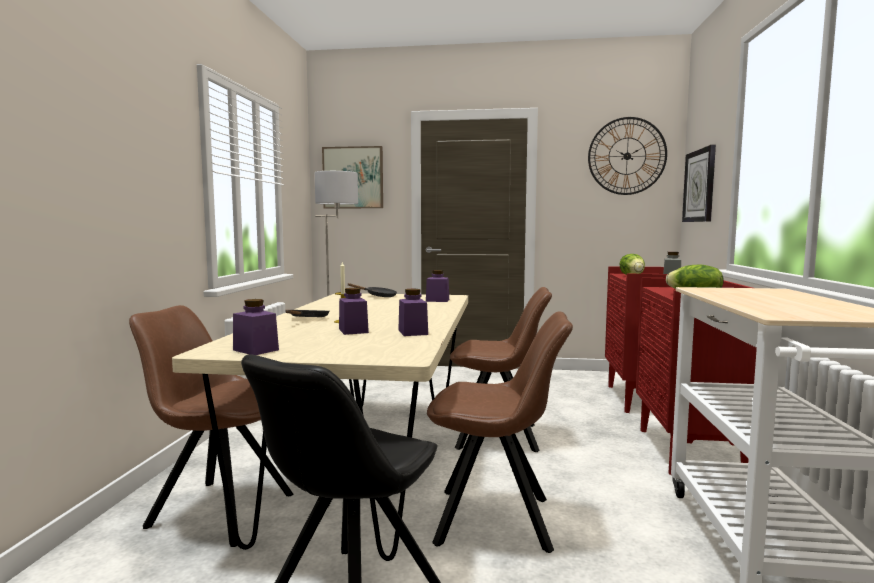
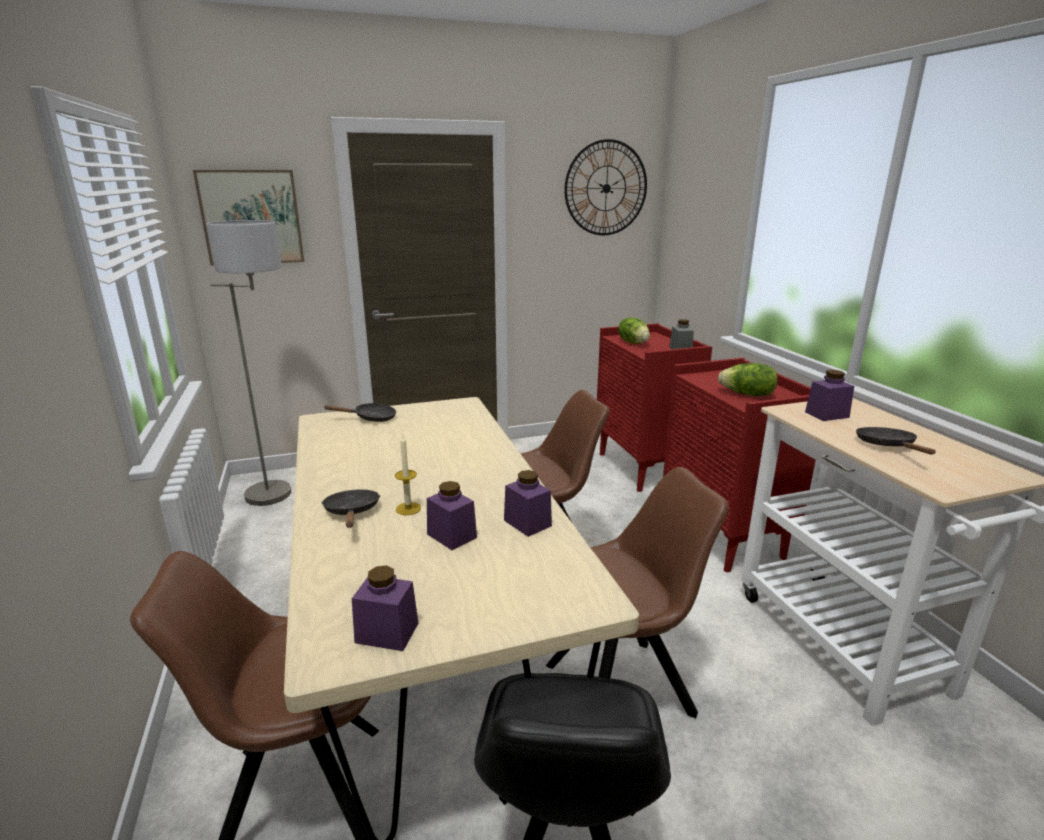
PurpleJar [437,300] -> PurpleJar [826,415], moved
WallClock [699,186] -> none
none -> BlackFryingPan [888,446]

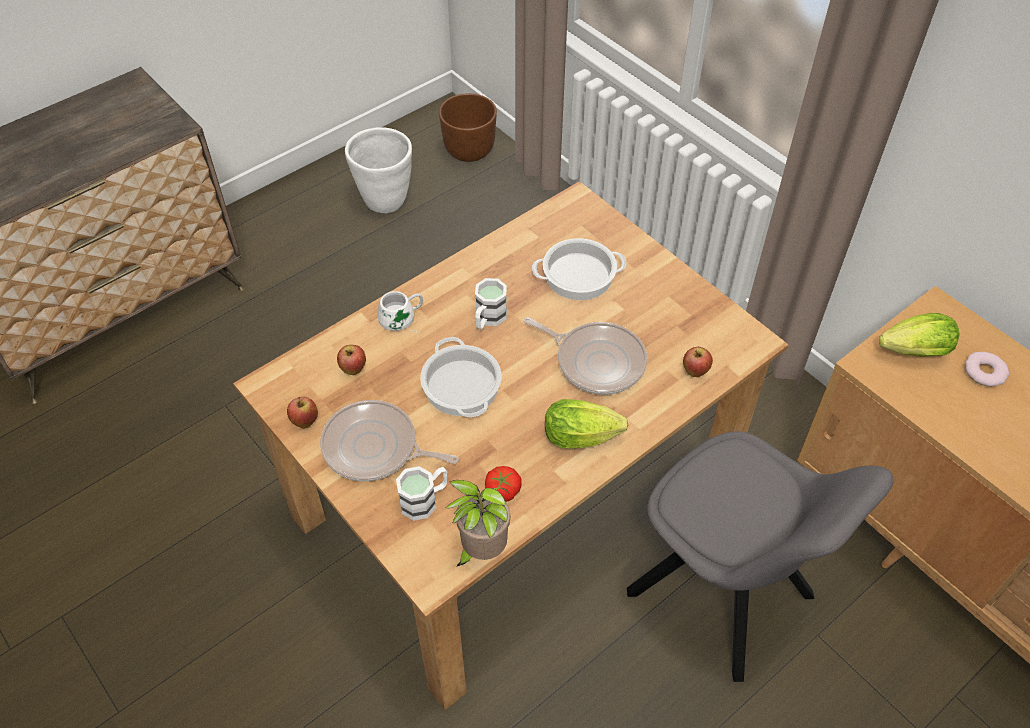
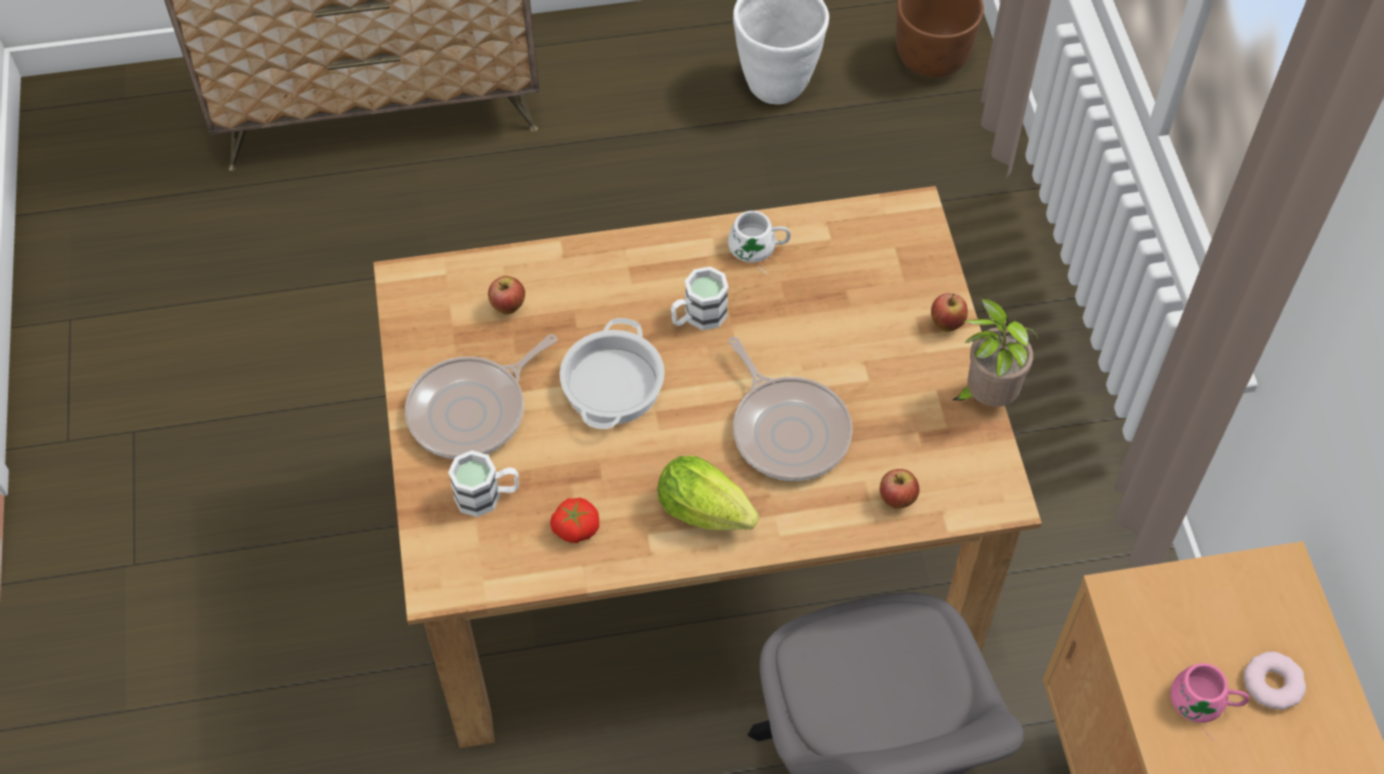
Apple [305,422] -> Apple [946,324], moved
FryingPan [375,448] -> FryingPan [473,410], 90 degrees counterclockwise
WhiteMug [402,319] -> WhiteMug [758,250], moved
PottedPlant [481,550] -> PottedPlant [986,397], moved
CookingPot [579,275] -> none
Lettuce [910,352] -> none
none -> PinkMug [1204,706]

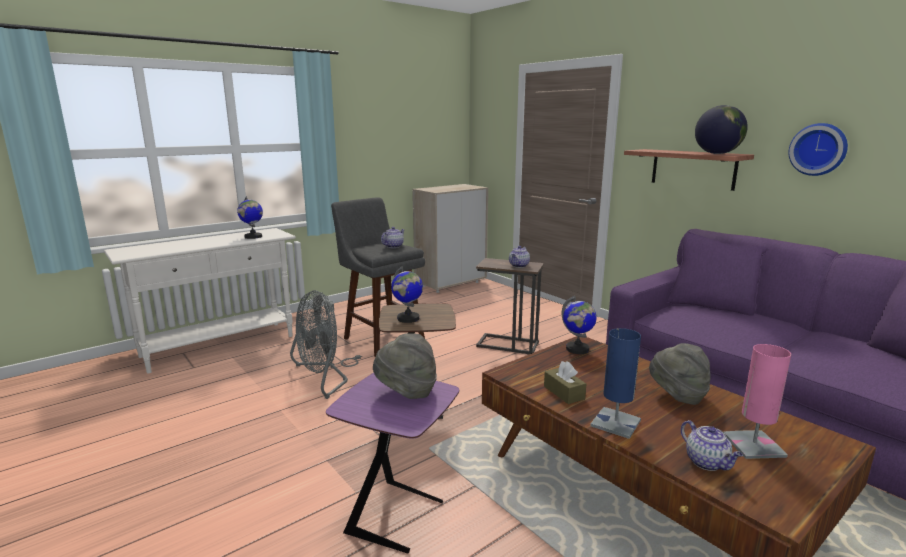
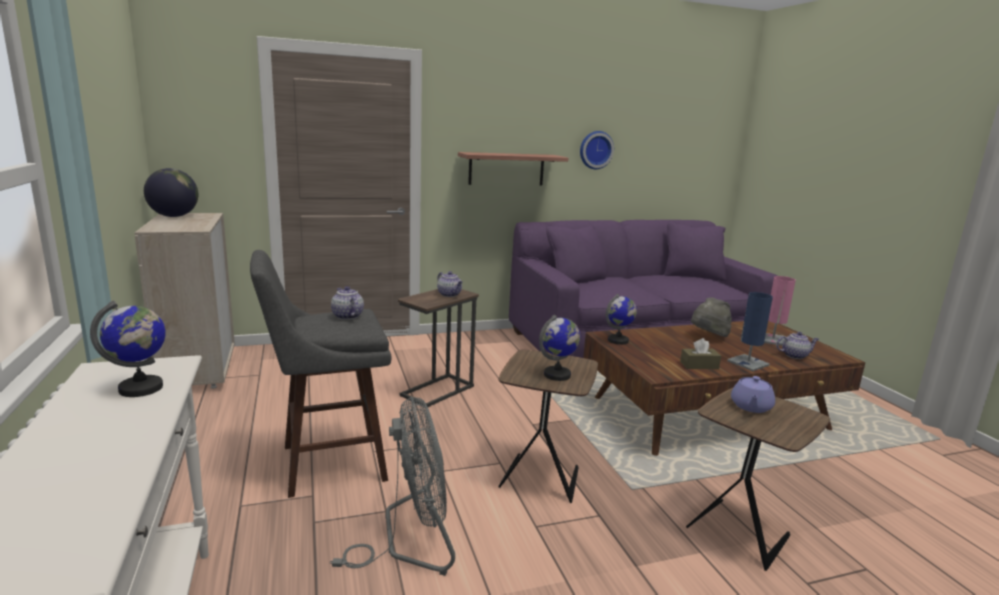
GreyFan [326,375] -> GreyFan [408,534], 90 degrees counterclockwise
PurpleSideTable [399,516] -> BrownSideTable [739,531]
GreyHat [406,392] -> PurpleTeapot [751,407]
Globe [717,153] -> Globe [174,216], moved

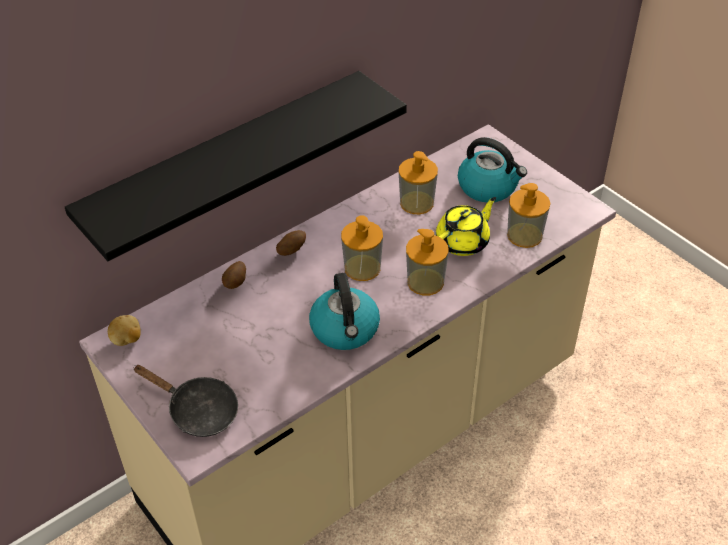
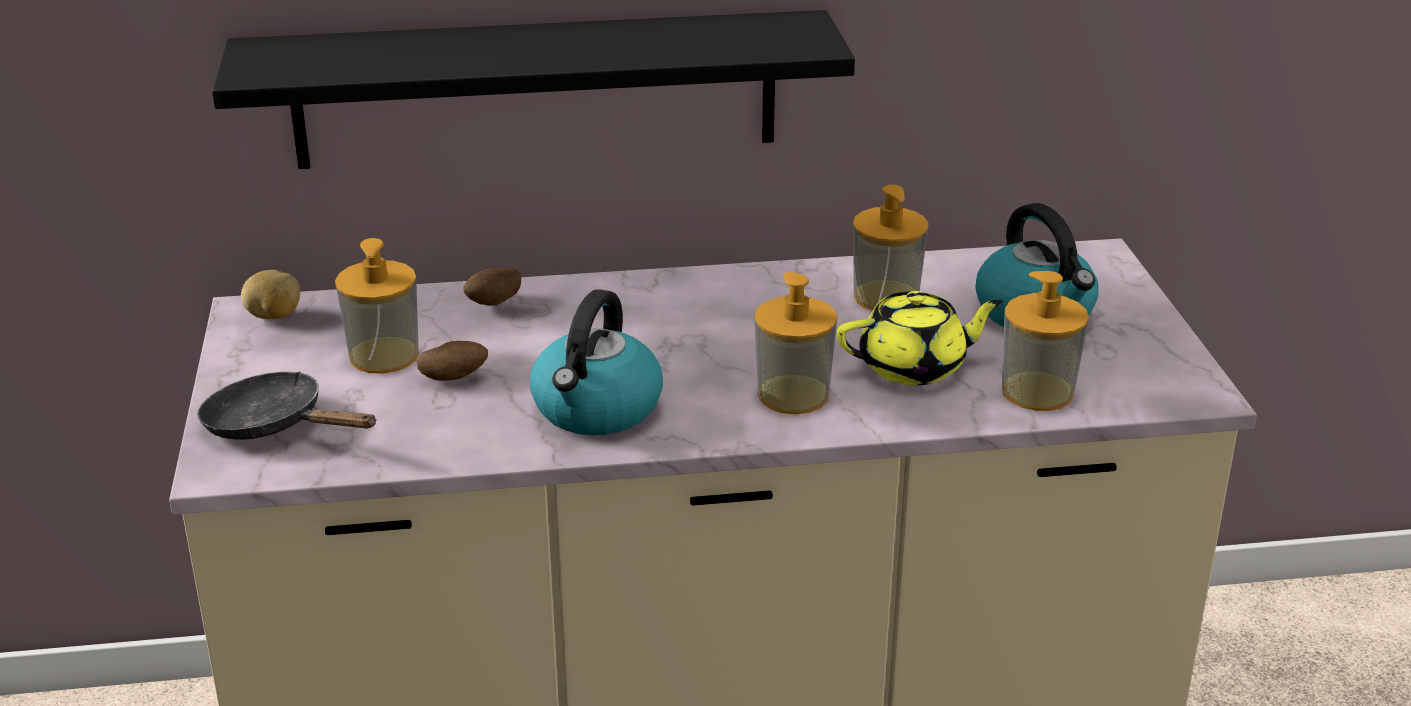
BlackFryingPan [197,411] -> BlackFryingPan [274,425], 150 degrees clockwise
Potato [291,250] -> Potato [454,378], moved
SoapDispenser [362,268] -> SoapDispenser [384,355], moved

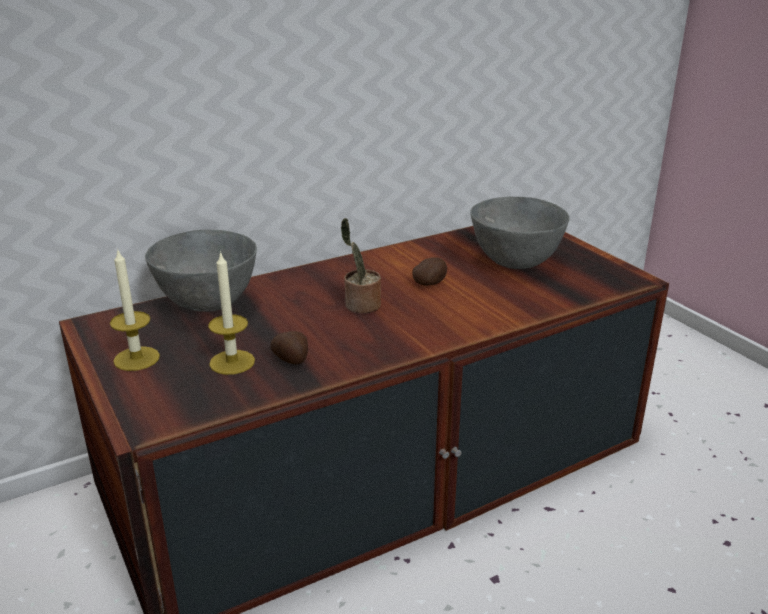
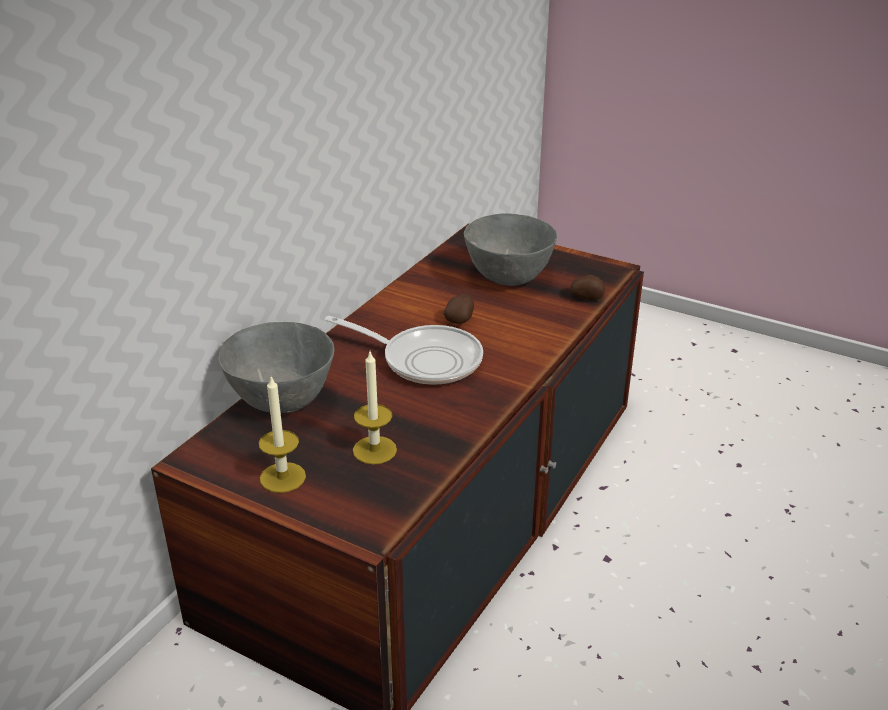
Potato [292,360] -> Potato [587,298], moved
PottedPlant [360,305] -> FryingPan [424,360]

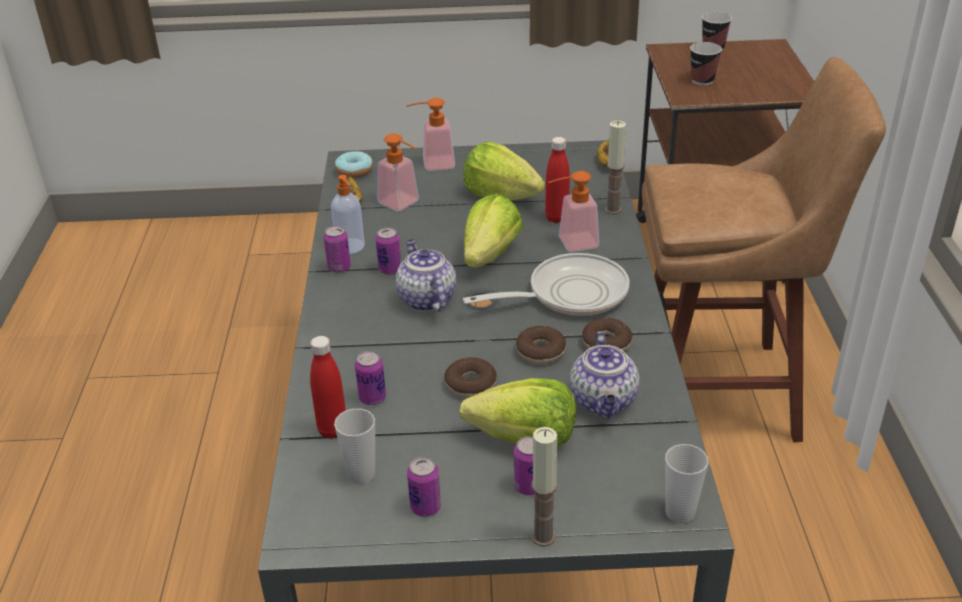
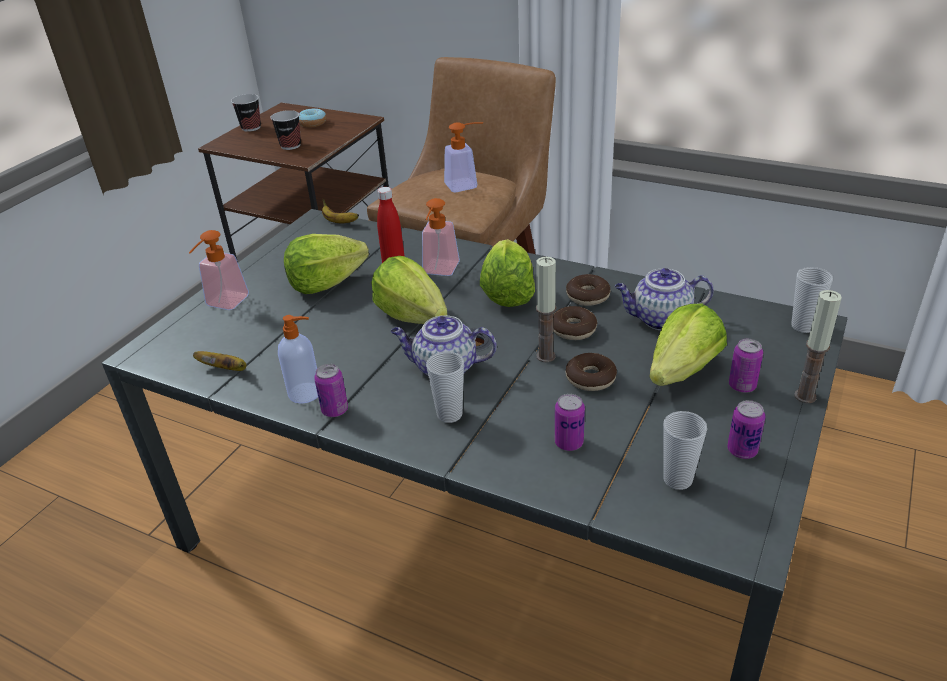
RedBottle [332,430] -> none
Donut [354,171] -> Donut [312,123], moved
Can [390,269] -> none
SoapDispenser [403,204] -> SoapDispenser [466,185], moved
FryingPan [569,294] -> Lettuce [508,293]
Teapot [604,402] -> Teapot [659,319], 150 degrees clockwise
Candle [612,209] -> Candle [545,356], moved
none -> Cup [449,414]

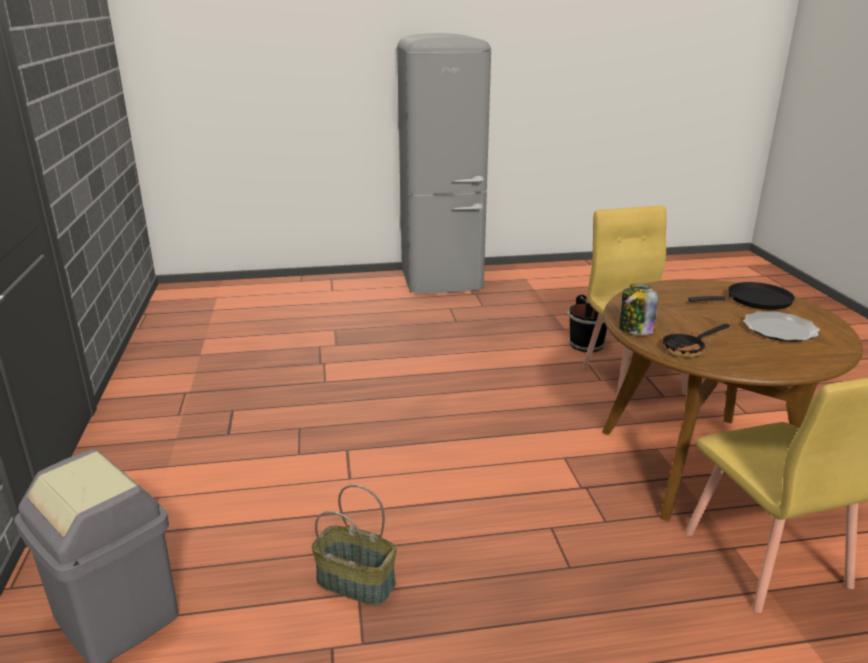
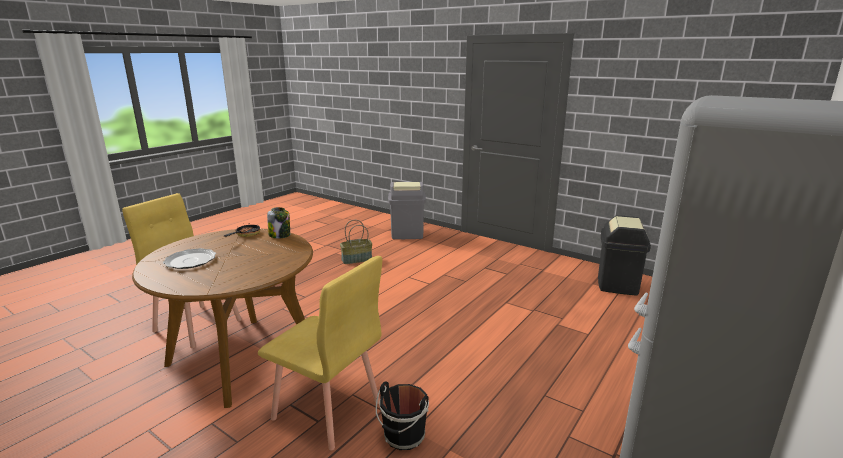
BlackFryingPan [755,300] -> none
none -> BlackTrashCan [618,285]

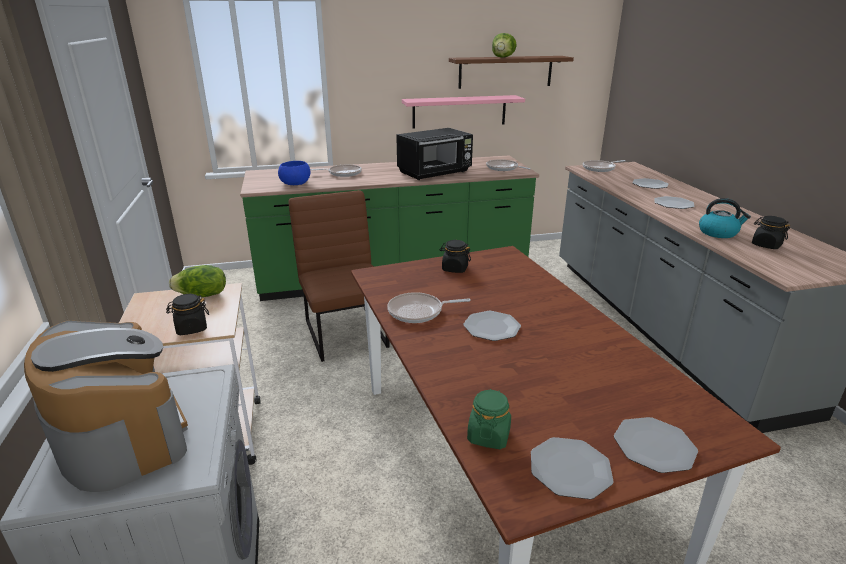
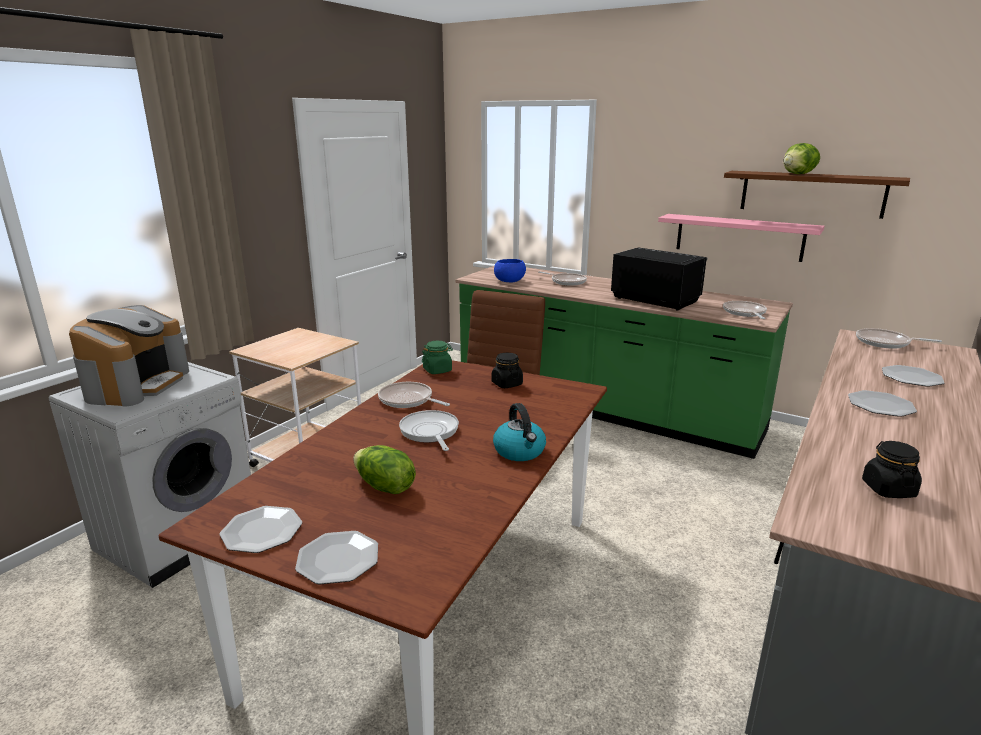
BlackJar [191,328] -> none
Lettuce [202,295] -> Lettuce [384,487], moved
BlackMicrowave [435,173] -> BlackMicrowave [654,300], 150 degrees counterclockwise
Plate [491,327] -> FryingPan [430,432]
GreenJar [488,435] -> GreenJar [437,370], moved
Kettle [718,233] -> Kettle [520,451], moved

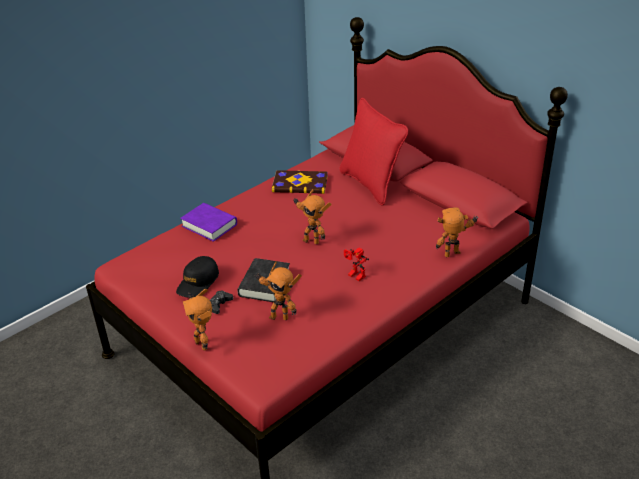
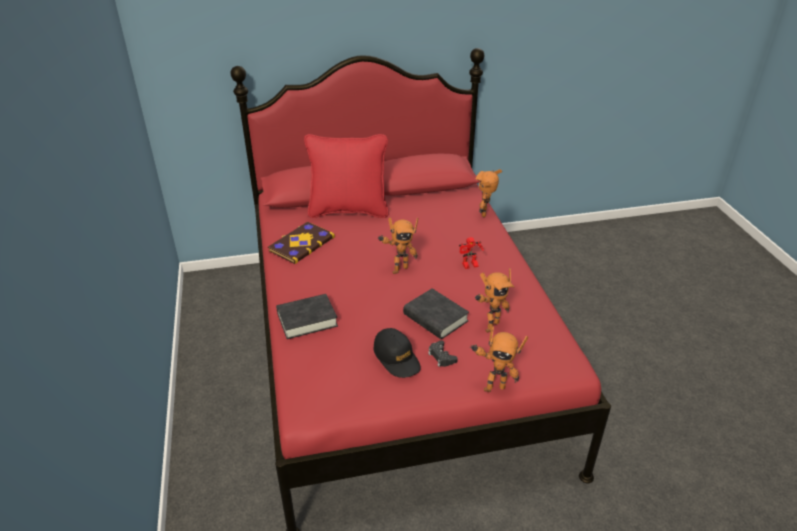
PurpleBook [209,225] -> BlackBook [307,320]

